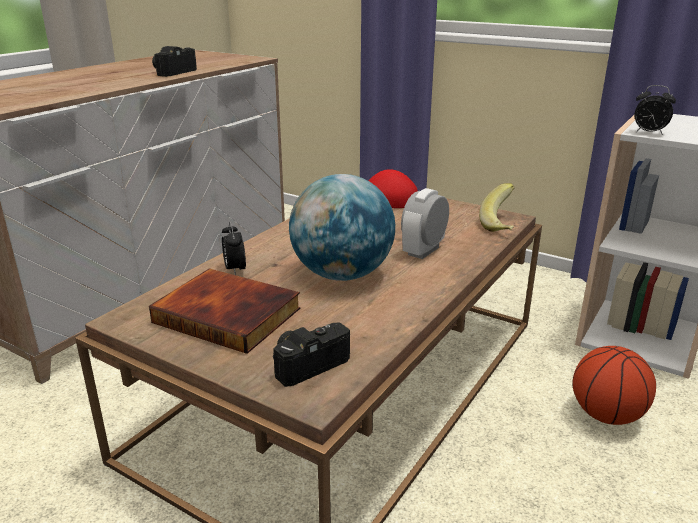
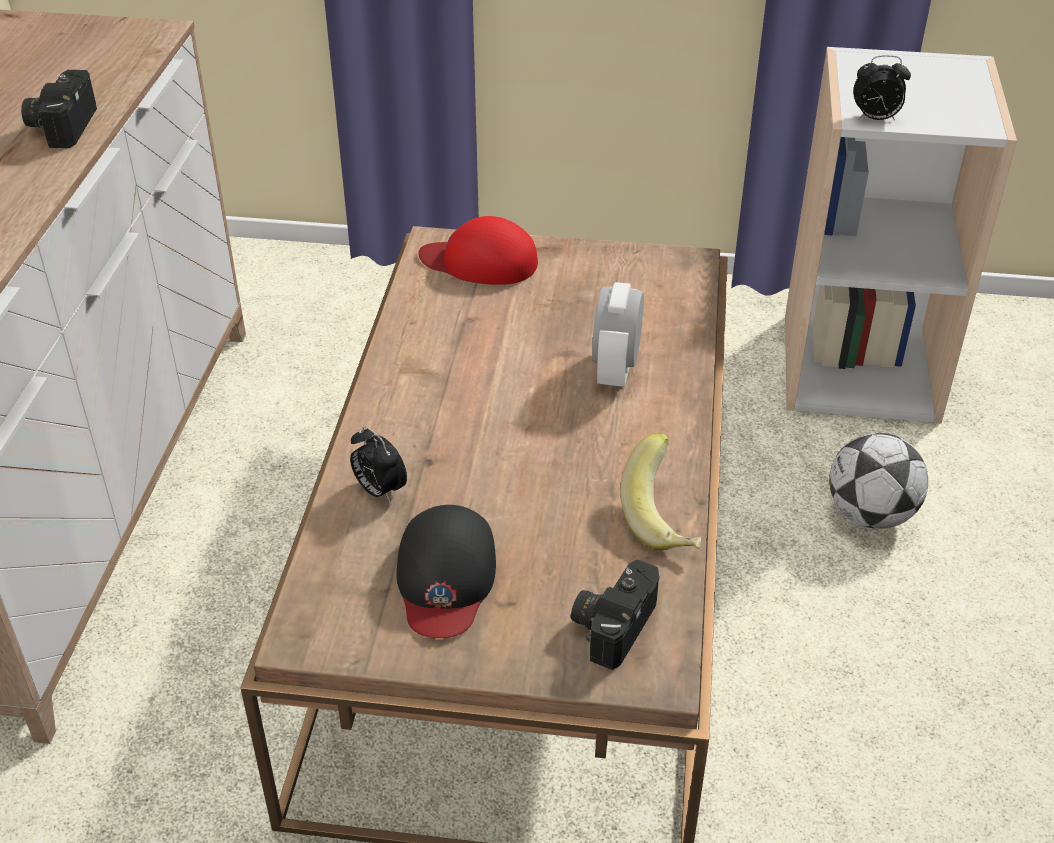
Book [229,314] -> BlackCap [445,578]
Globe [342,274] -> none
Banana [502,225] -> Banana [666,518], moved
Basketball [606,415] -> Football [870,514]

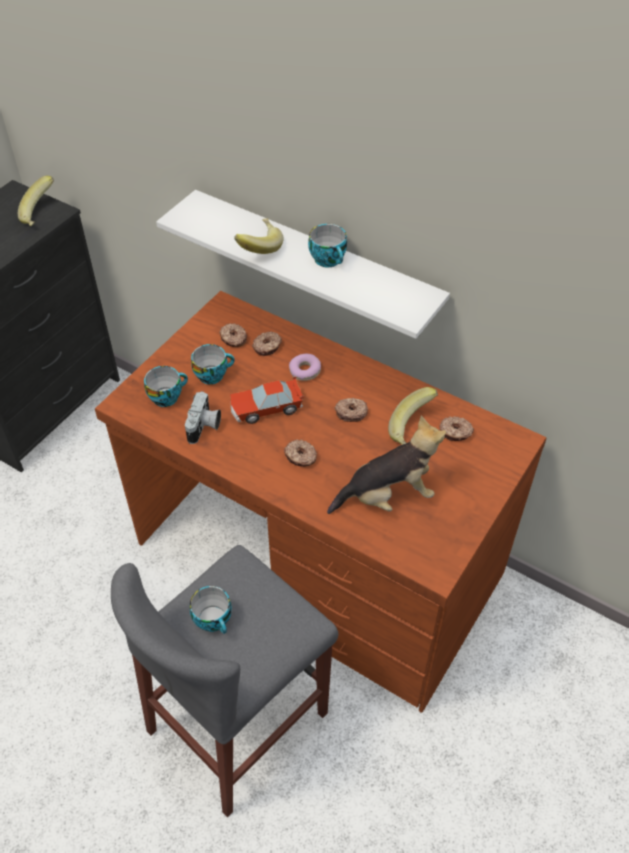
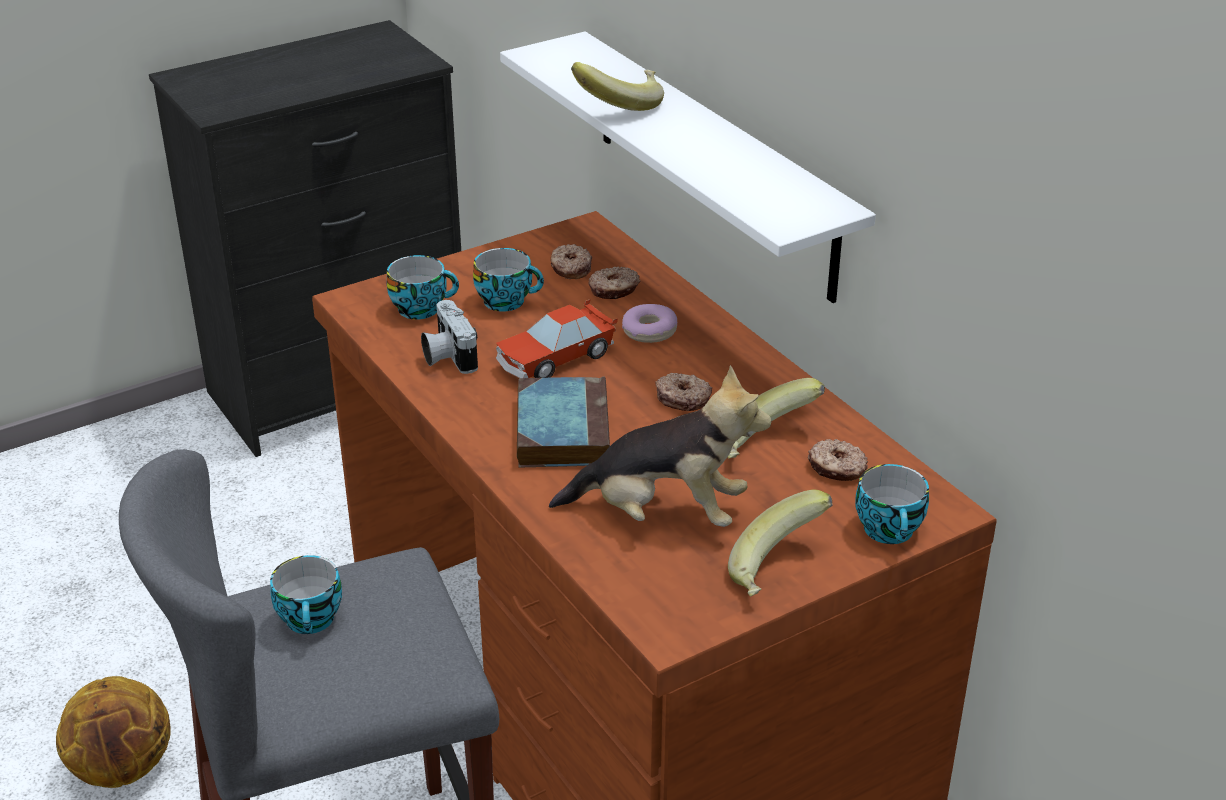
Banana [41,214] -> Banana [779,571], moved
PhotoCamera [204,427] -> PhotoCamera [447,356], 120 degrees clockwise
ToyCar [266,408] -> ToyCar [555,359], 45 degrees counterclockwise
Donut [300,457] -> Book [561,429]
Cup [329,260] -> Cup [891,531], moved
none -> Basketball [123,768]

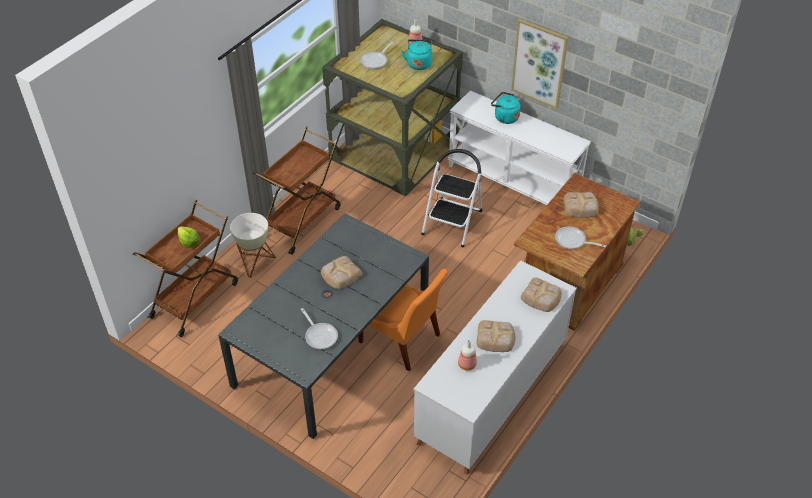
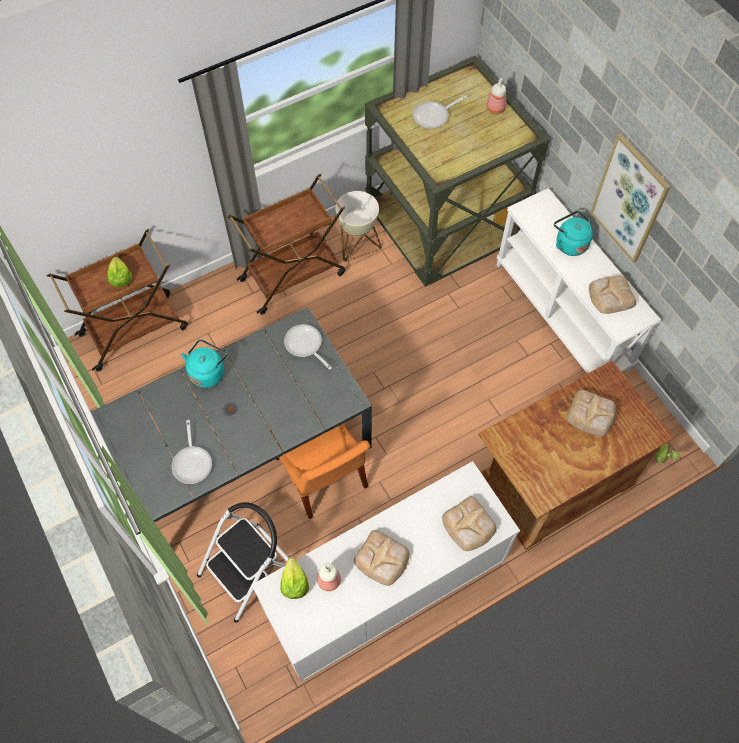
Planter [255,262] -> Planter [358,245], moved
Bread [340,274] -> Bread [610,296], moved
TurquoiseKettle [419,63] -> TurquoiseKettle [208,372], moved
StepLadder [453,221] -> StepLadder [250,570], moved
FryingPan [573,241] -> FryingPan [305,345], moved
none -> Lettuce [294,583]

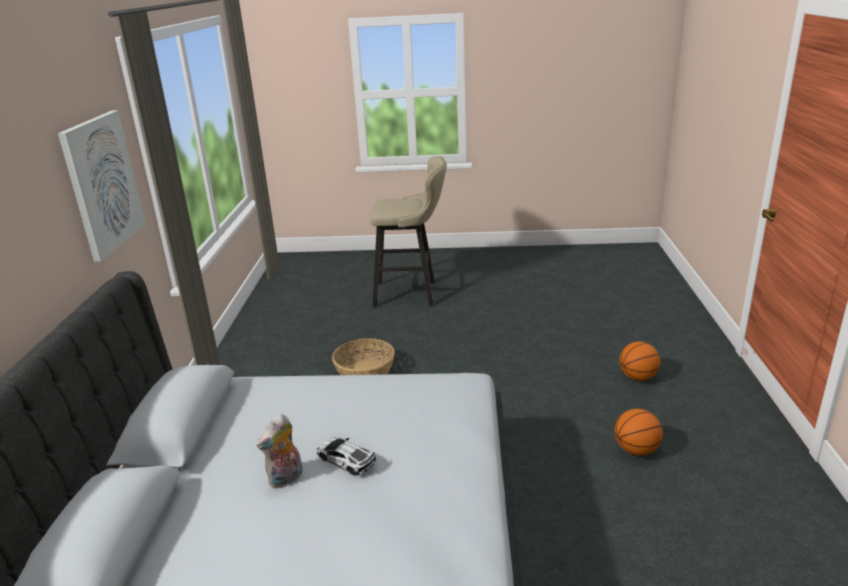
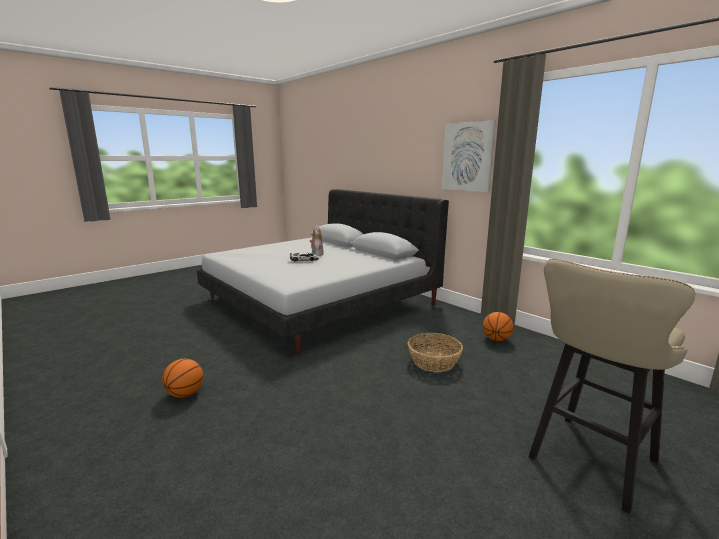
Basketball [637,377] -> Basketball [496,339], moved

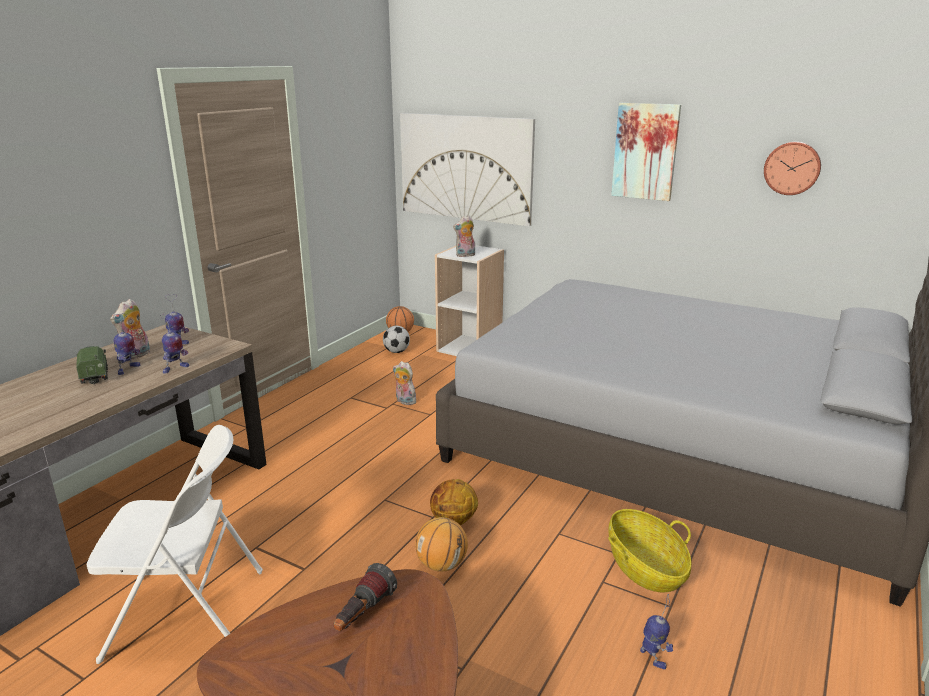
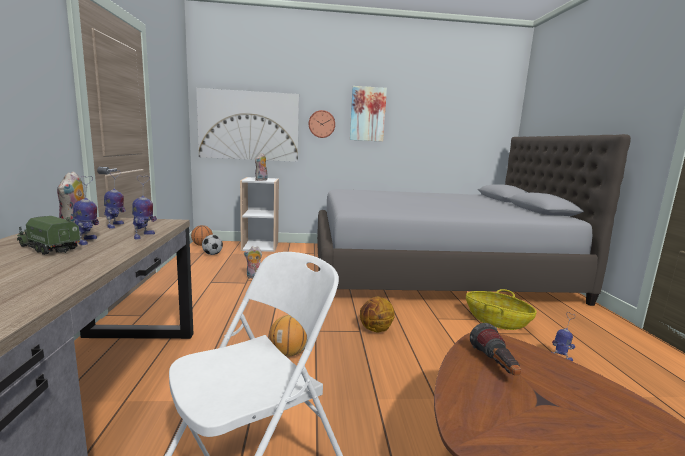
Basketball [442,564] -> Basketball [289,353], moved
WallClock [792,168] -> WallClock [321,124], moved

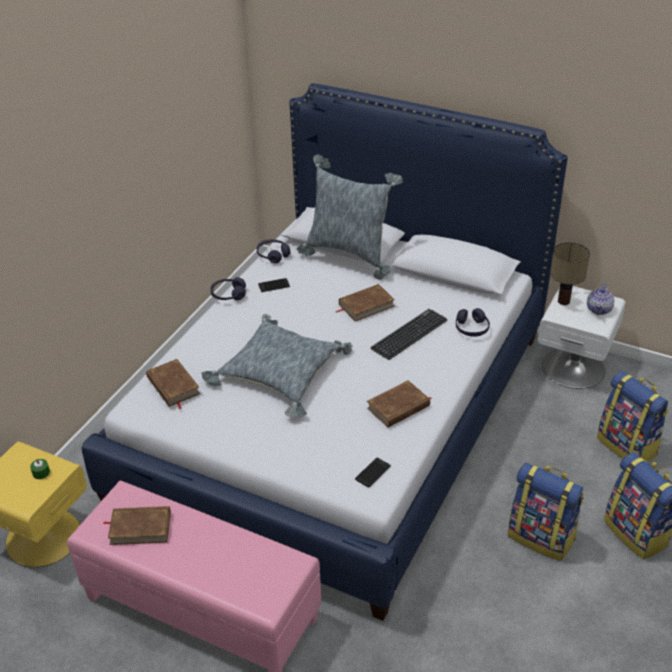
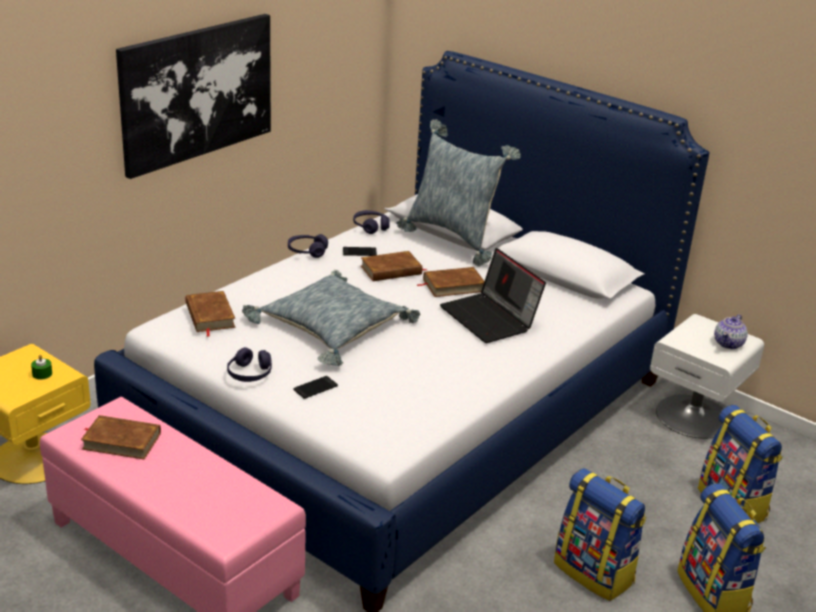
Phone [373,473] -> Phone [315,388], moved
BrownBook [399,407] -> BrownBook [391,270], moved
Keyboard [409,334] -> Laptop [490,318]
PurpleHeadphones [471,328] -> PurpleHeadphones [250,374], moved
TableLamp [563,301] -> none
none -> Picture [197,92]

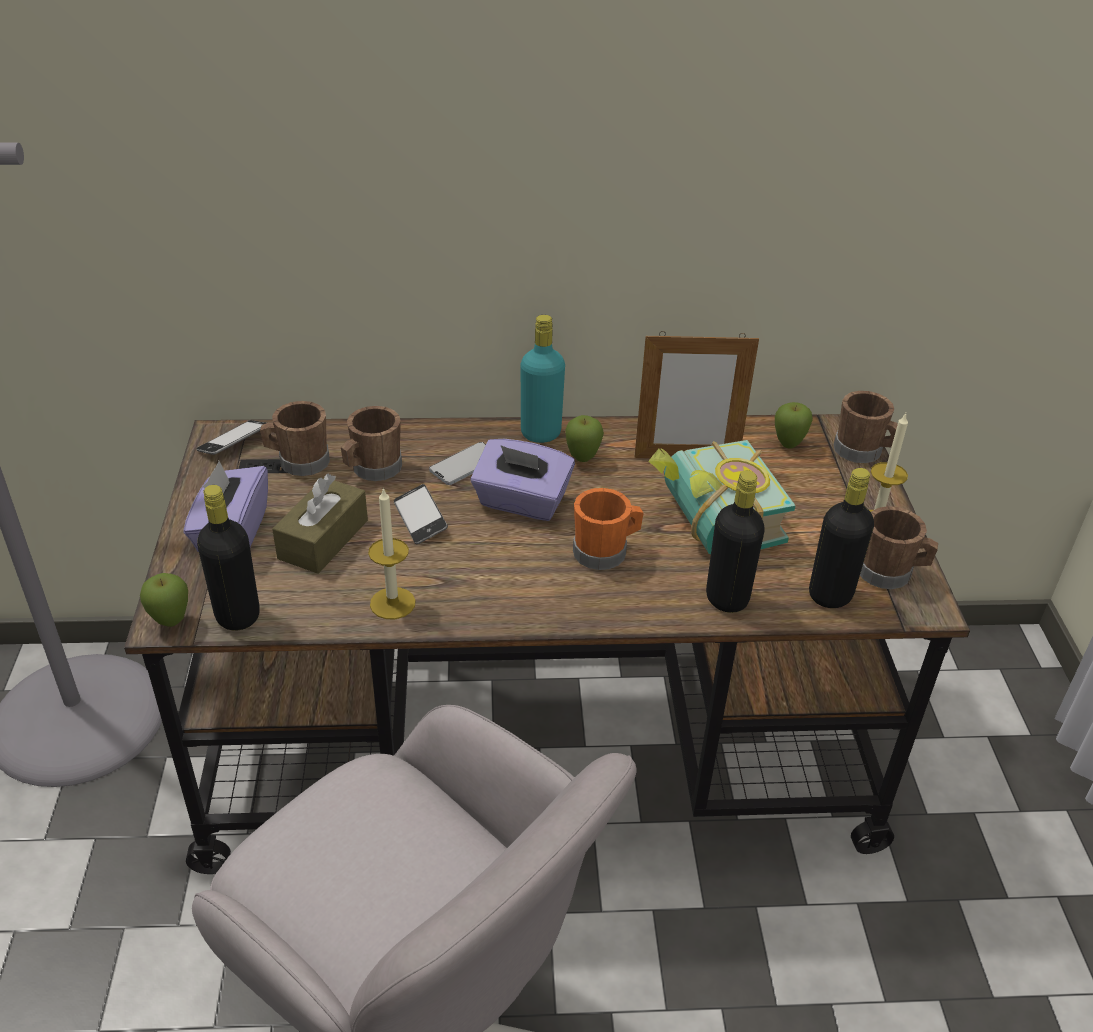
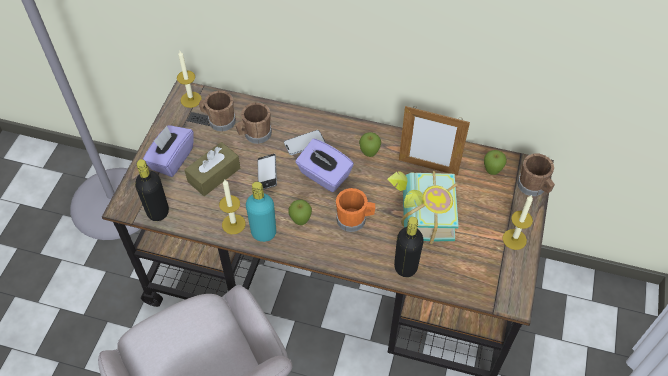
Apple [171,622] -> Apple [300,221], moved
Phone [233,442] -> Candle [191,99]
TurquoiseBottle [540,433] -> TurquoiseBottle [263,233], moved
BlackBottle [830,595] -> none
BrownMug [890,573] -> none

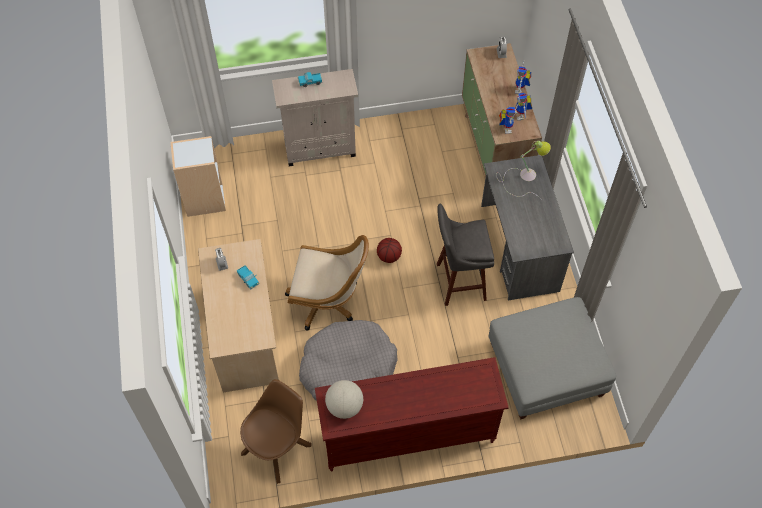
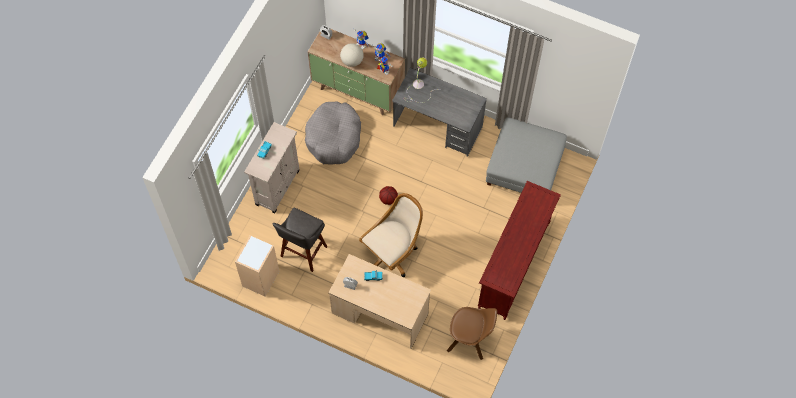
BrownChair [277,448] -> BrownChair [469,339], 120 degrees clockwise
GreyDogBed [347,368] -> GreyDogBed [333,138], moved
Globe [344,406] -> Globe [352,61], moved
GreyStool [458,282] -> GreyStool [302,253], moved

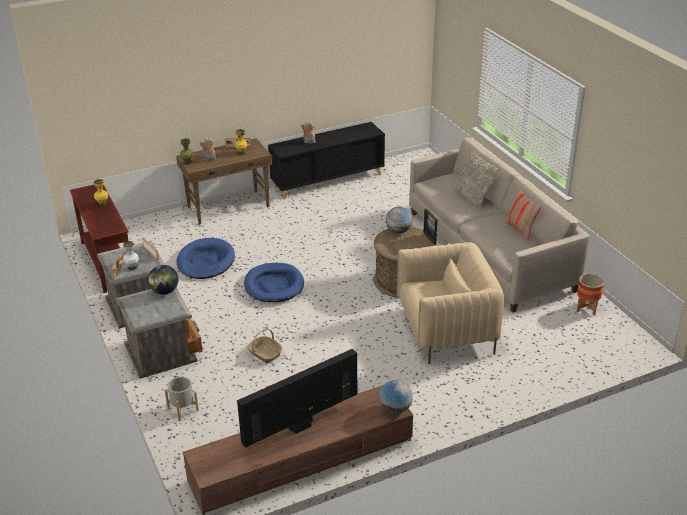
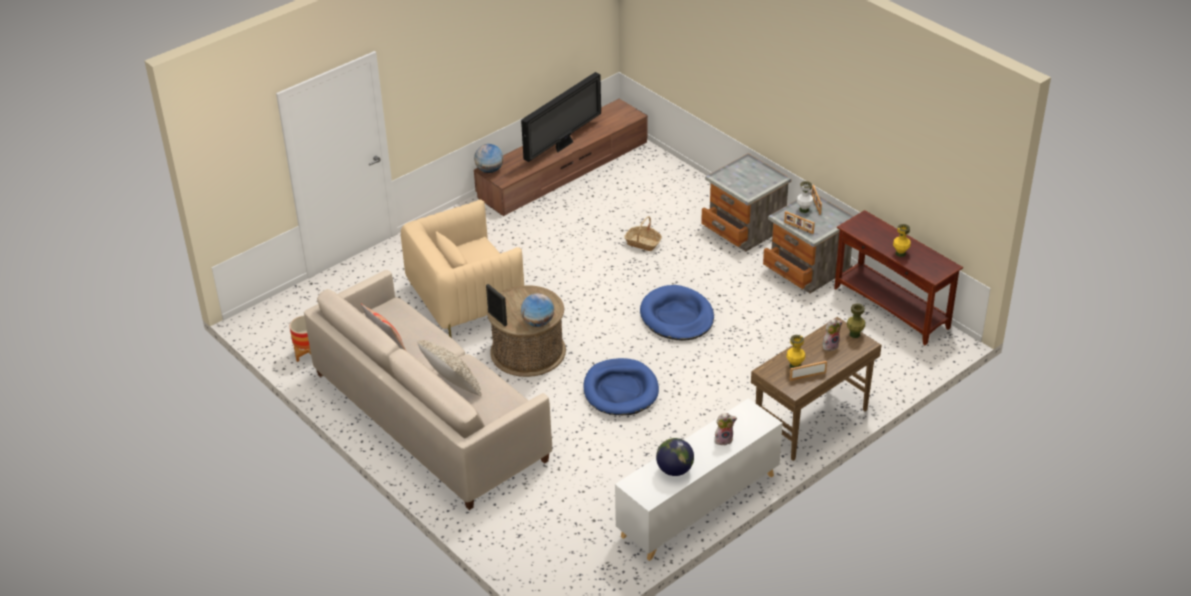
Globe [164,291] -> Globe [675,470], moved
GreyPlanter [183,409] -> none
BlueDogBed [206,261] -> BlueDogBed [620,390], moved
BlackCabinet [328,180] -> WhiteCabinet [698,506]

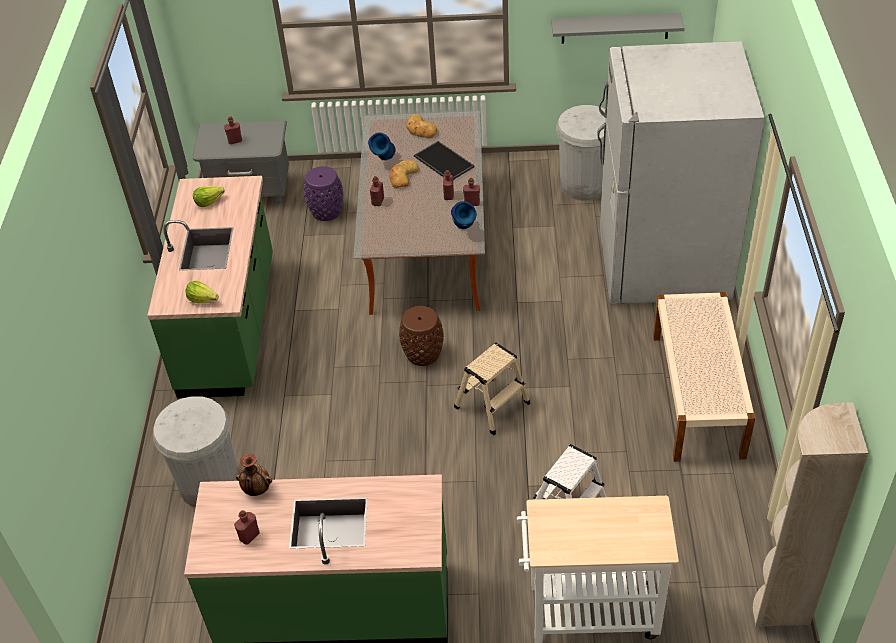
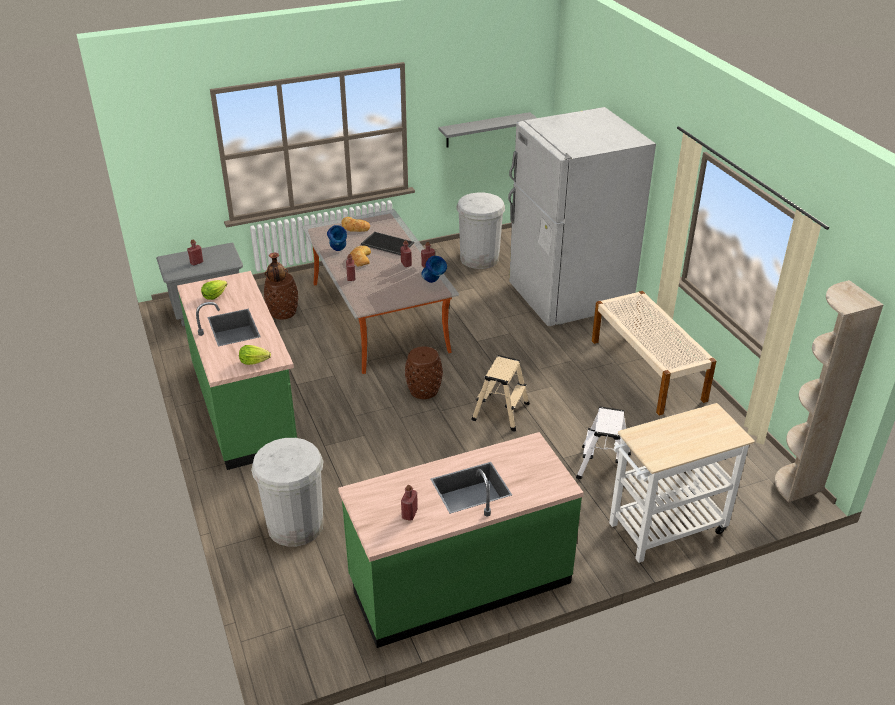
Vase [256,489] -> Vase [277,281], moved
PurpleStool [326,211] -> BrownStool [283,312]

